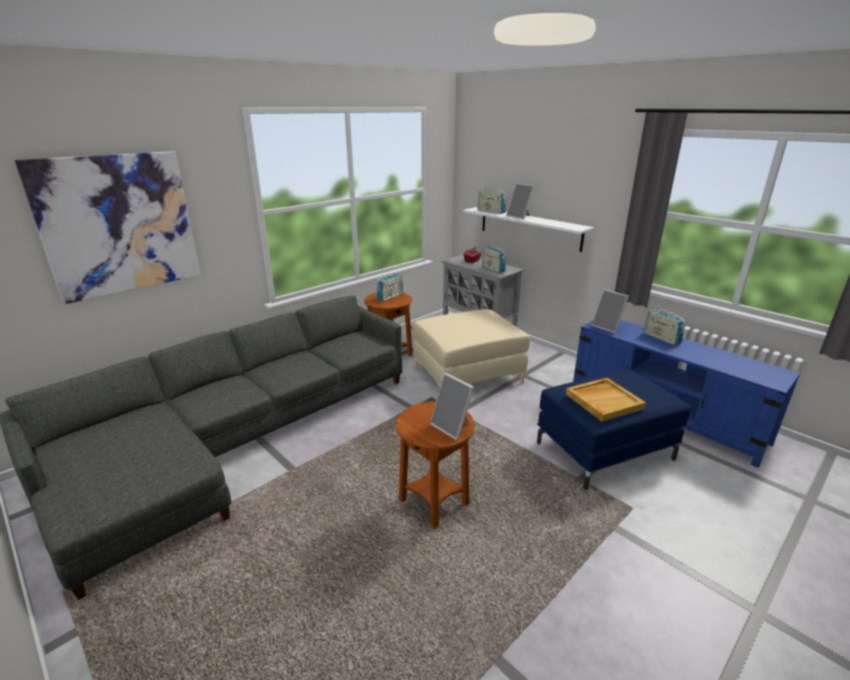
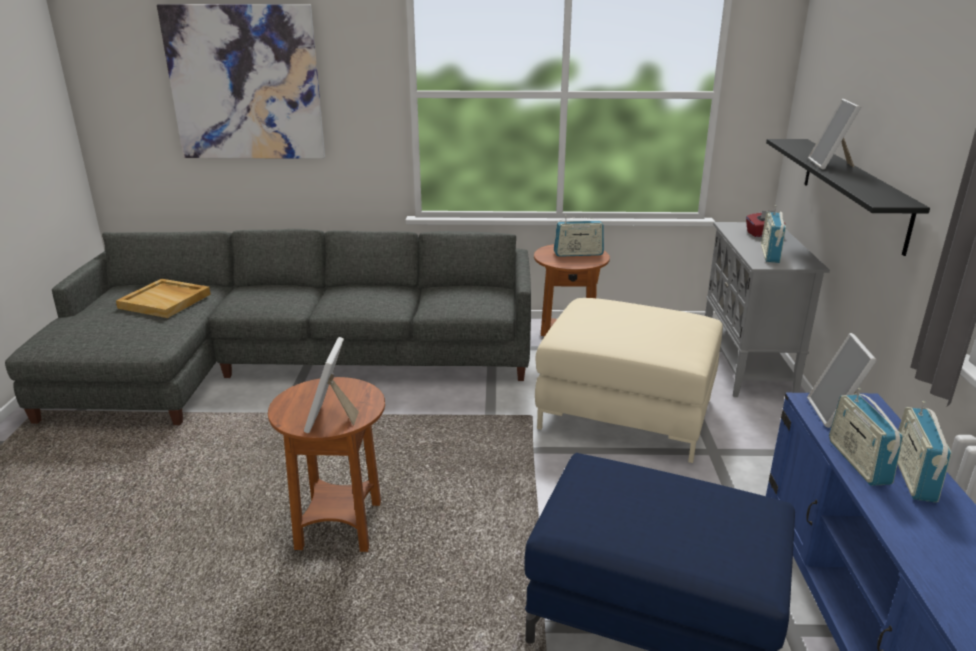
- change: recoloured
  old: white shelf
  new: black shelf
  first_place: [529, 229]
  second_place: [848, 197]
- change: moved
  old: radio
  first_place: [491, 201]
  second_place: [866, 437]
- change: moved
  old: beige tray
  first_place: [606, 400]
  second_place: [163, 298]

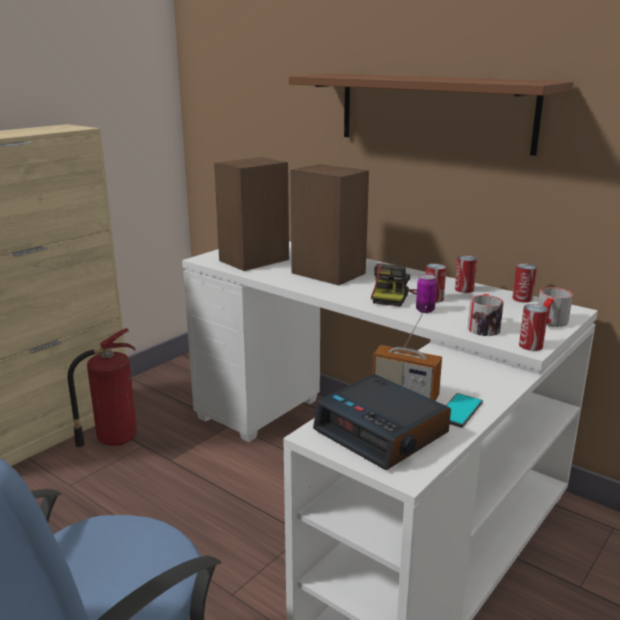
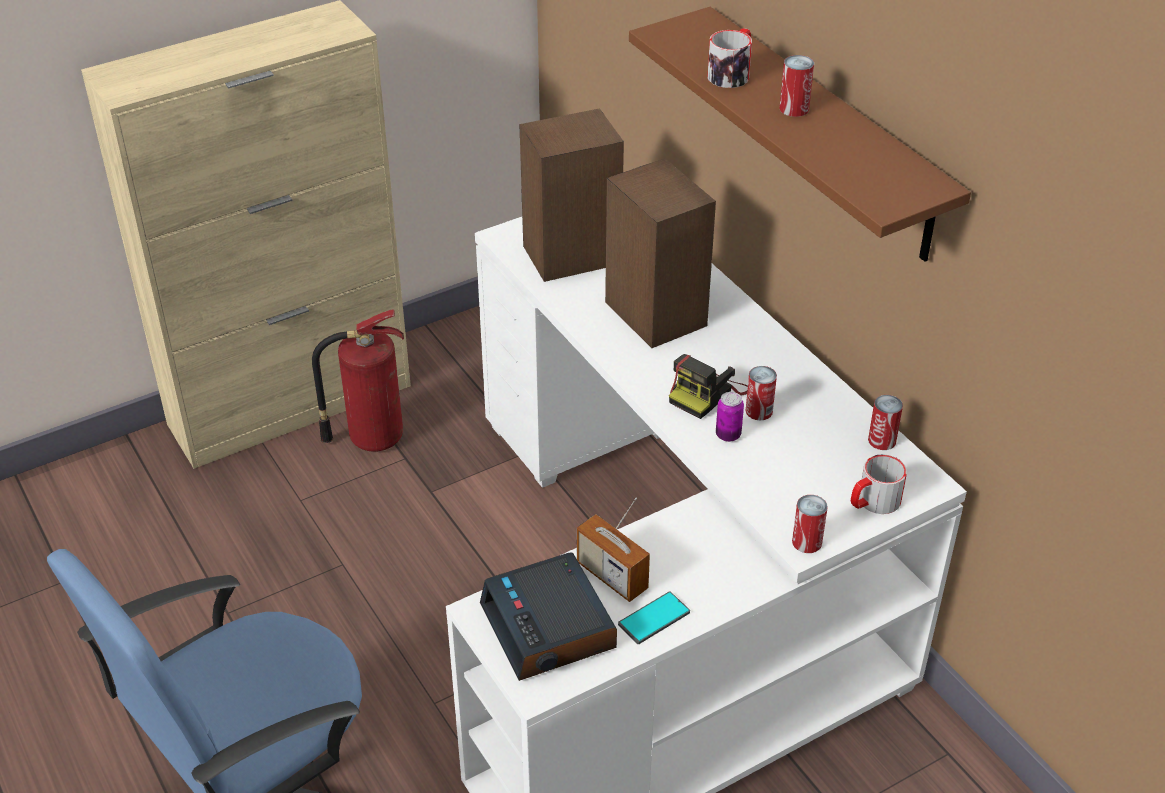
- change: moved
  old: can
  first_place: [466, 274]
  second_place: [796, 86]
- change: moved
  old: mug
  first_place: [486, 315]
  second_place: [729, 58]

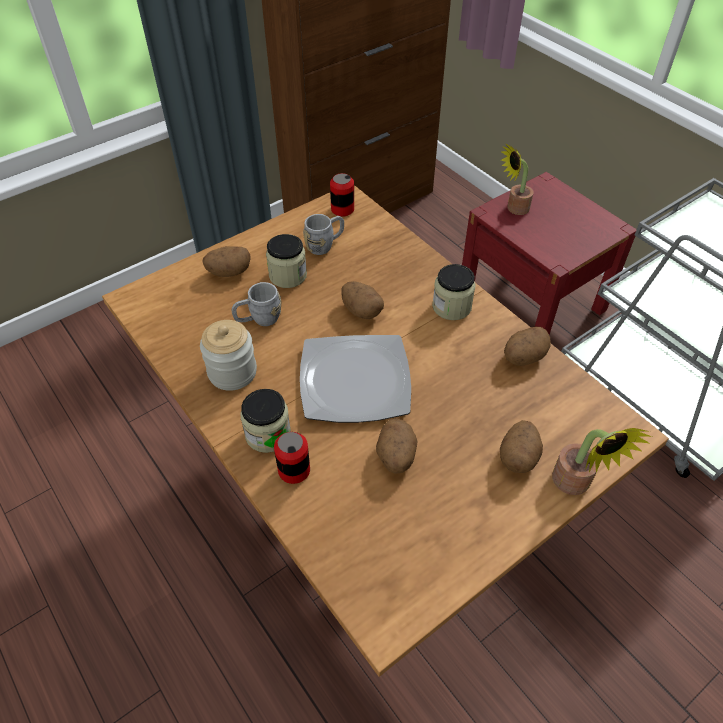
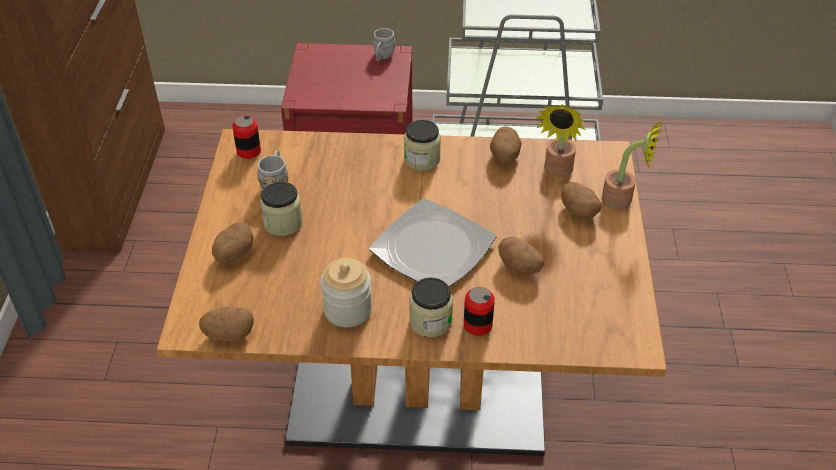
- change: moved
  old: grey mug
  first_place: [256, 304]
  second_place: [384, 44]
- change: moved
  old: potato
  first_place: [362, 300]
  second_place: [226, 324]
- change: moved
  old: potted plant
  first_place: [517, 179]
  second_place: [560, 140]

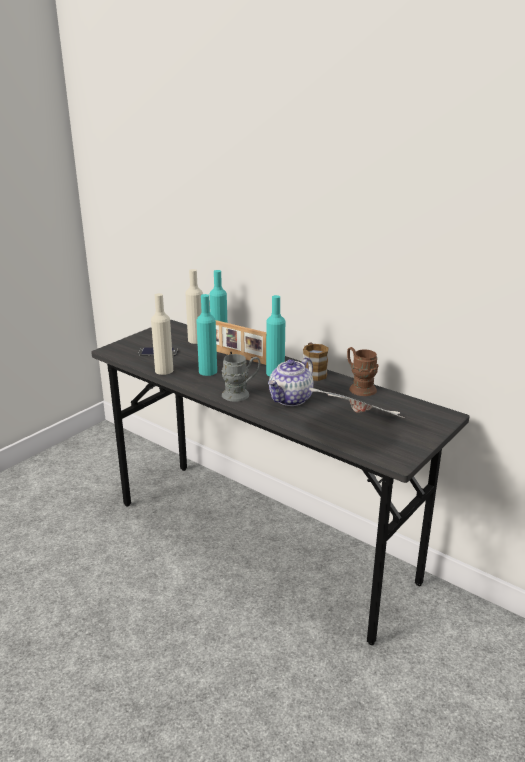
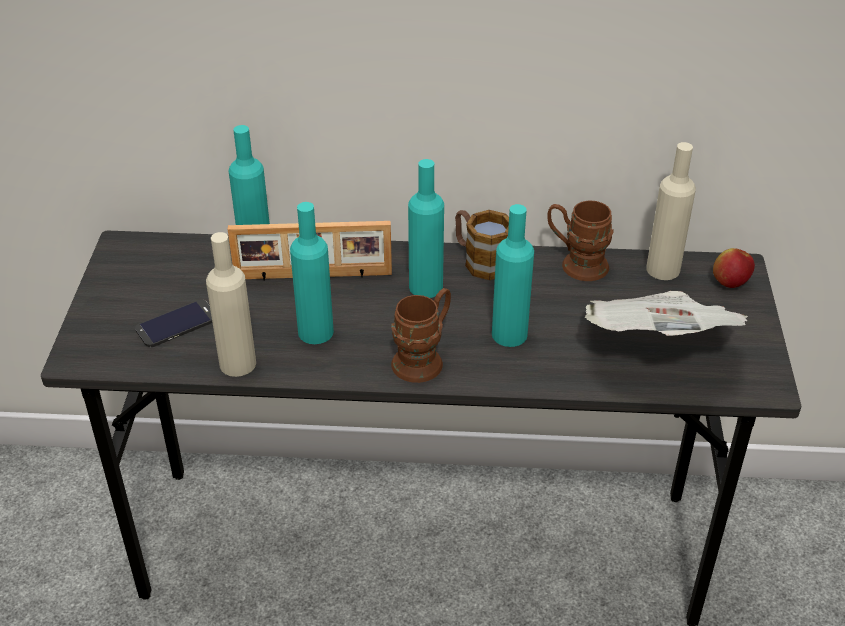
- change: moved
  old: beige bottle
  first_place: [194, 306]
  second_place: [671, 211]
- change: recoloured
  old: grey mug
  new: brown mug
  first_place: [240, 378]
  second_place: [421, 335]
- change: replaced
  old: teapot
  new: turquoise bottle
  first_place: [291, 381]
  second_place: [513, 275]
- change: added
  new: apple
  second_place: [734, 268]

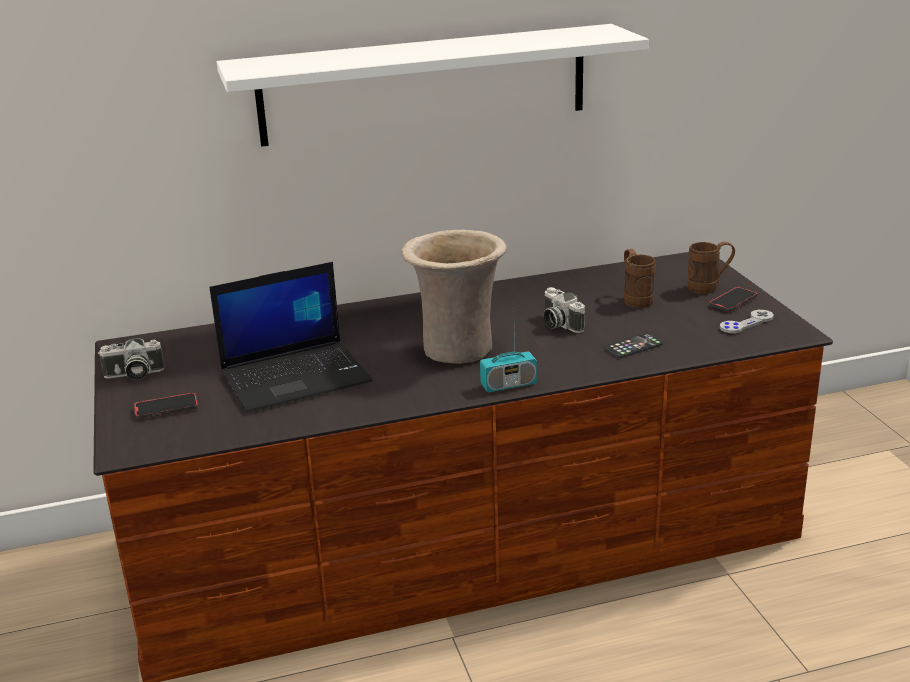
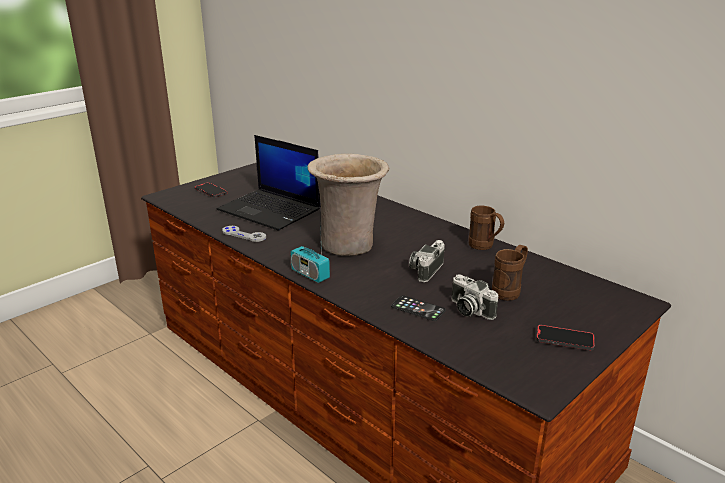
- change: moved
  old: photo camera
  first_place: [131, 359]
  second_place: [474, 297]
- change: removed
  old: white shelf
  first_place: [433, 85]
- change: moved
  old: brown mug
  first_place: [711, 268]
  second_place: [486, 228]
- change: moved
  old: grey game controller
  first_place: [747, 321]
  second_place: [244, 234]

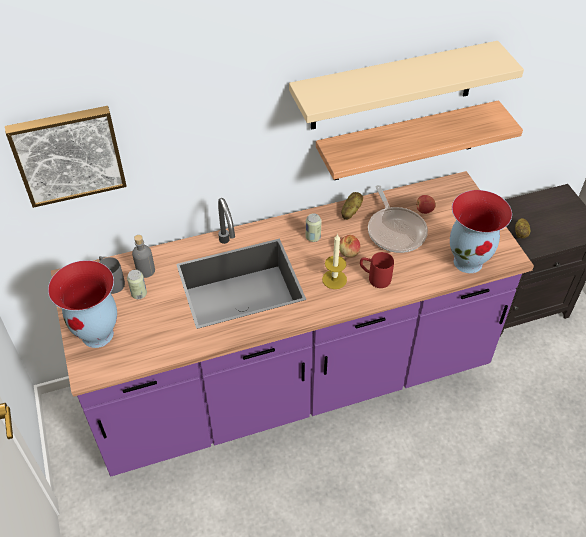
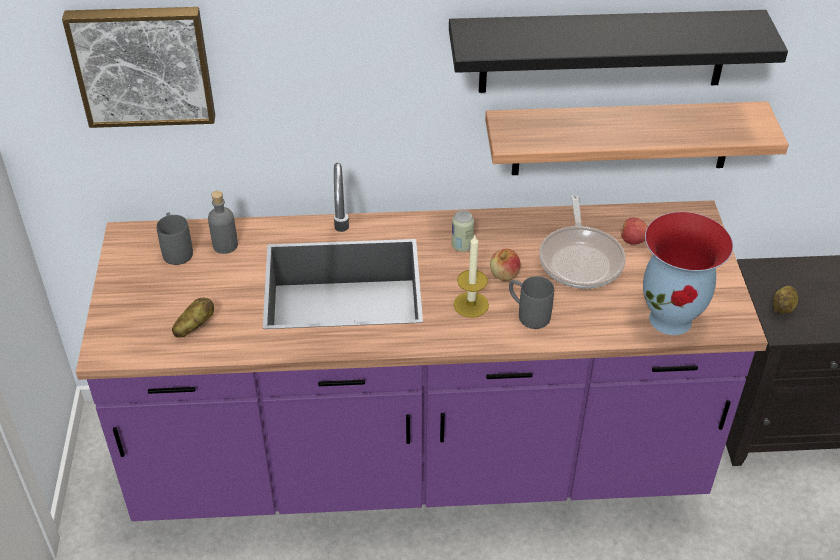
- change: removed
  old: vase
  first_place: [82, 304]
- change: removed
  old: can
  first_place: [137, 284]
- change: recoloured
  old: beige shelf
  new: black shelf
  first_place: [406, 85]
  second_place: [618, 51]
- change: moved
  old: potato
  first_place: [352, 206]
  second_place: [193, 318]
- change: recoloured
  old: red mug
  new: grey mug
  first_place: [377, 270]
  second_place: [531, 302]

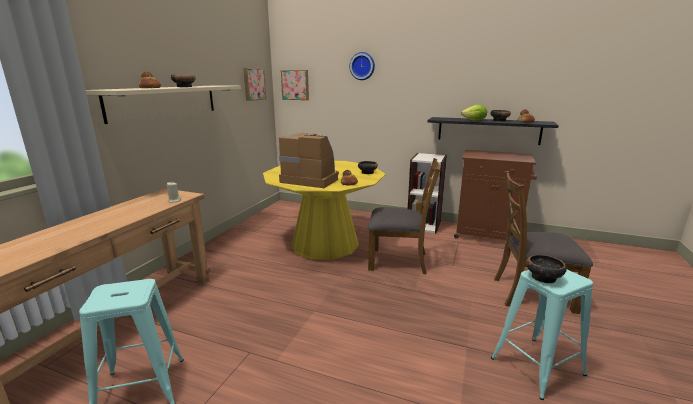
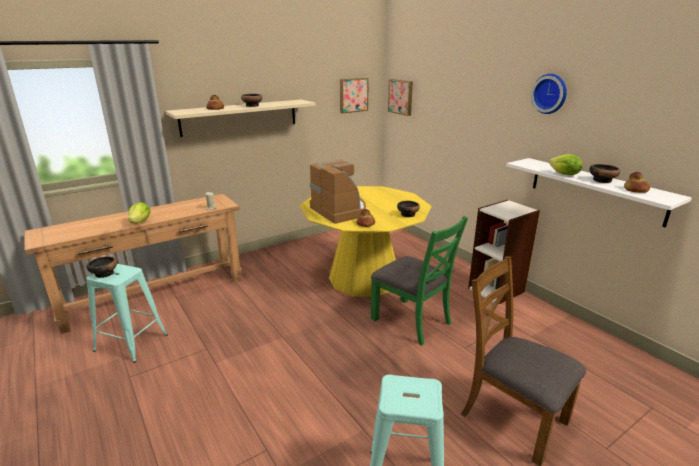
- change: moved
  old: wall clock
  first_place: [362, 66]
  second_place: [549, 94]
- change: recoloured
  old: brown chair
  new: green chair
  first_place: [404, 216]
  second_place: [419, 280]
- change: recoloured
  old: black shelf
  new: white shelf
  first_place: [493, 131]
  second_place: [599, 193]
- change: removed
  old: brown cabinet
  first_place: [495, 195]
- change: moved
  old: bowl
  first_place: [546, 269]
  second_place: [102, 267]
- change: added
  new: lettuce
  second_place: [139, 213]

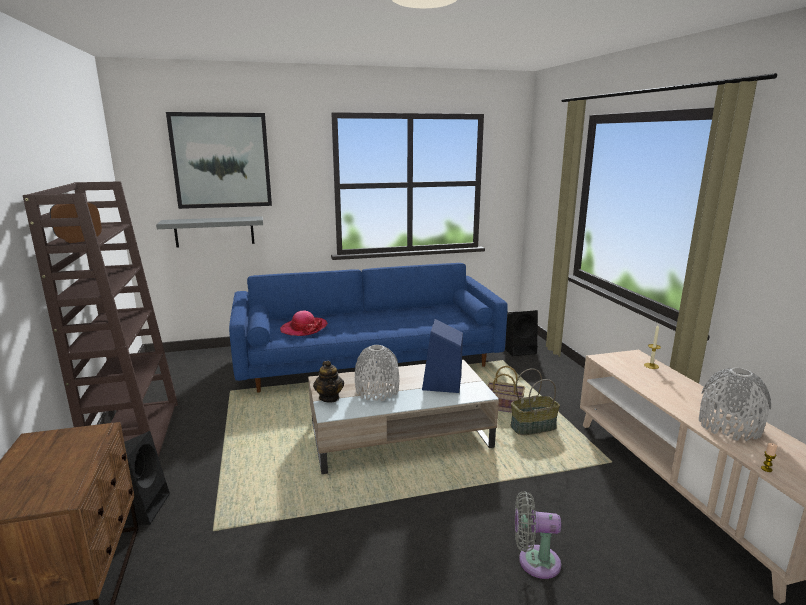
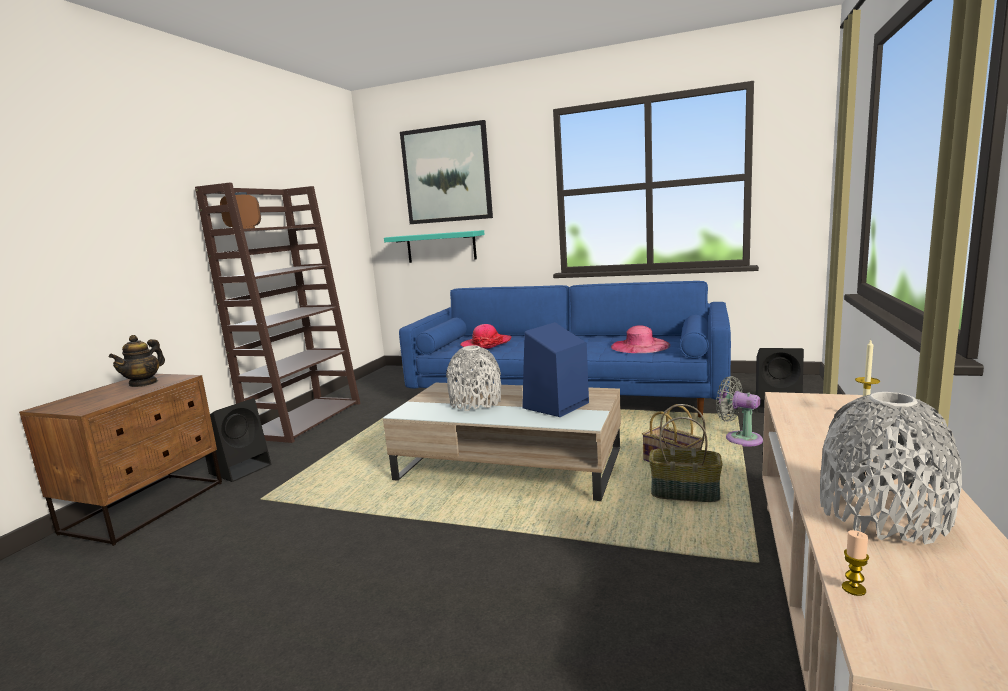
- change: recoloured
  old: grey shelf
  new: turquoise shelf
  first_place: [209, 232]
  second_place: [434, 246]
- change: moved
  old: teapot
  first_place: [328, 381]
  second_place: [137, 361]
- change: moved
  old: grey fan
  first_place: [538, 535]
  second_place: [739, 411]
- change: added
  new: pink hat
  second_place: [640, 339]

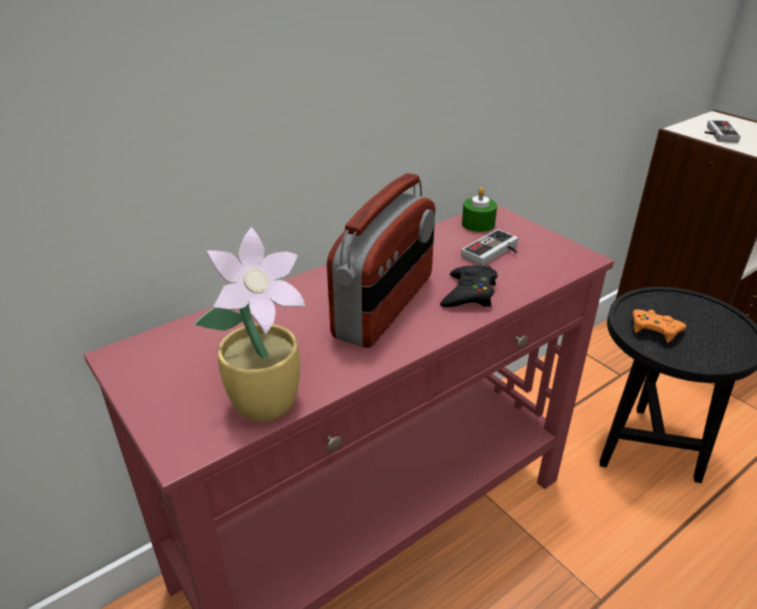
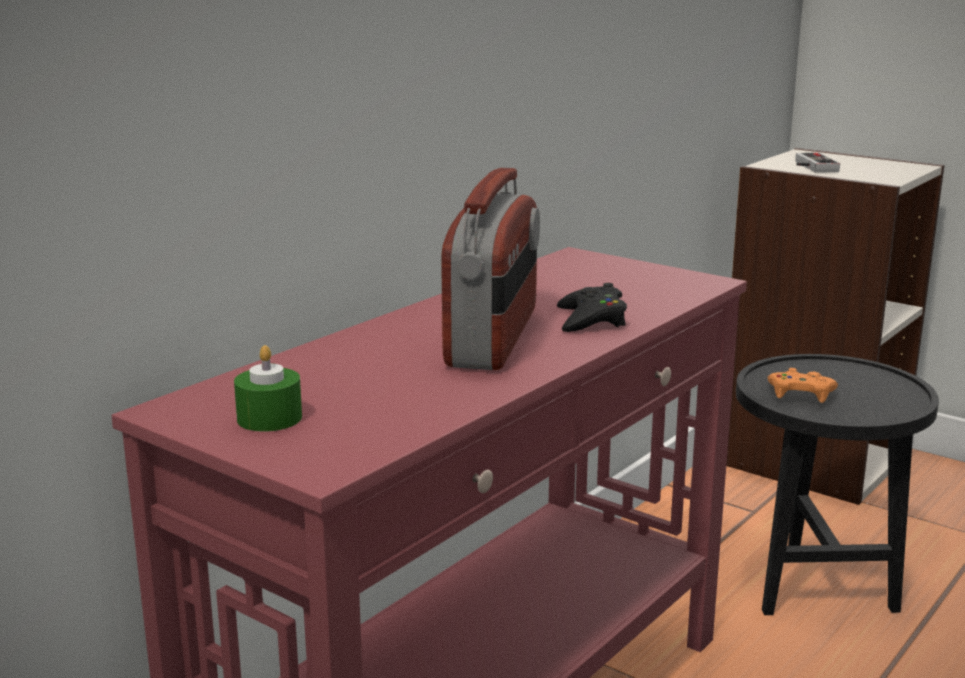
- change: removed
  old: potted plant
  first_place: [250, 324]
- change: removed
  old: game controller
  first_place: [489, 247]
- change: moved
  old: green candle
  first_place: [479, 209]
  second_place: [268, 388]

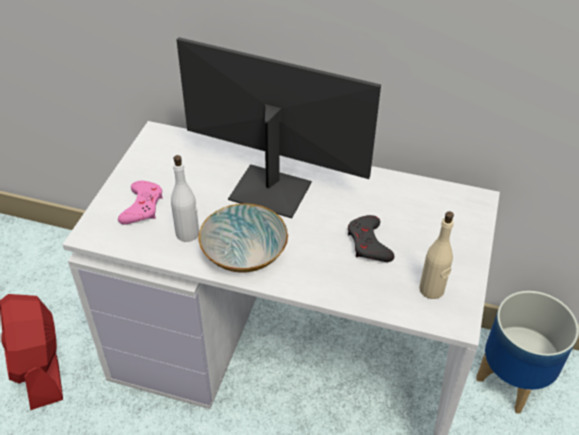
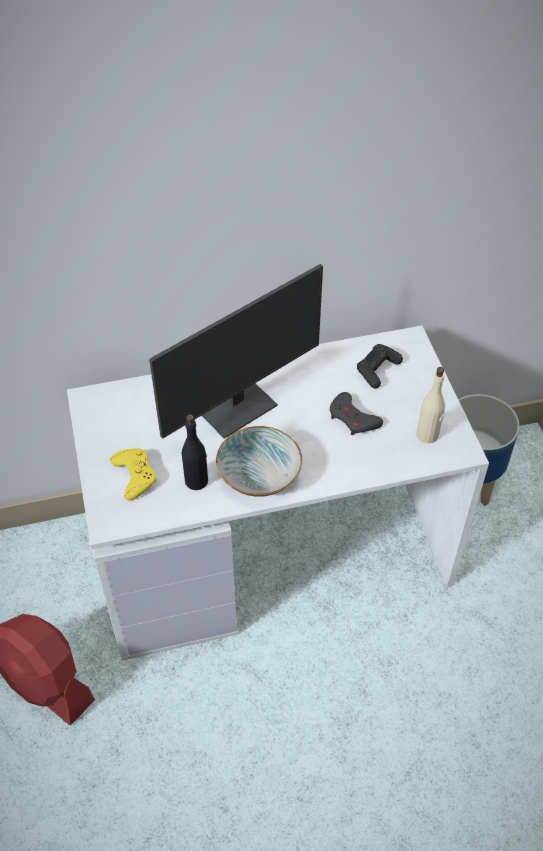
- change: recoloured
  old: pink game controller
  new: yellow game controller
  first_place: [140, 203]
  second_place: [133, 474]
- change: recoloured
  old: white bottle
  new: black bottle
  first_place: [185, 198]
  second_place: [195, 452]
- change: turned
  old: monitor
  first_place: [278, 127]
  second_place: [236, 351]
  degrees: 150
- change: added
  new: black game controller
  second_place: [380, 366]

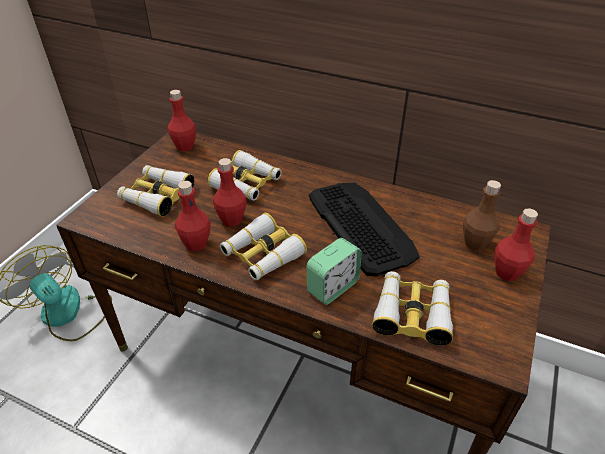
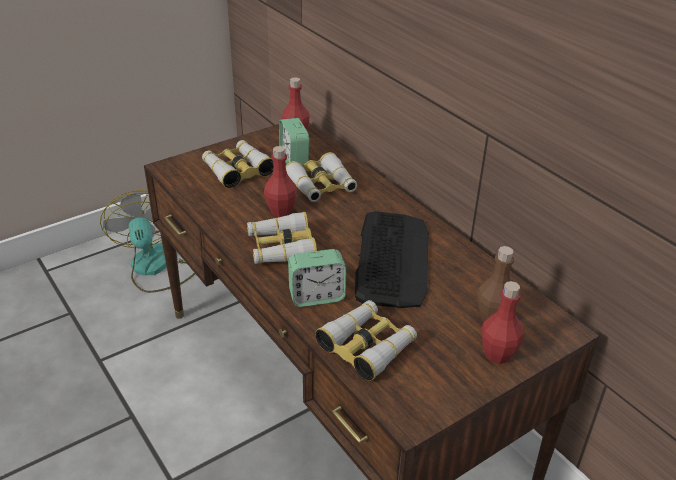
- change: removed
  old: red bottle
  first_place: [193, 216]
- change: added
  new: alarm clock
  second_place: [294, 141]

